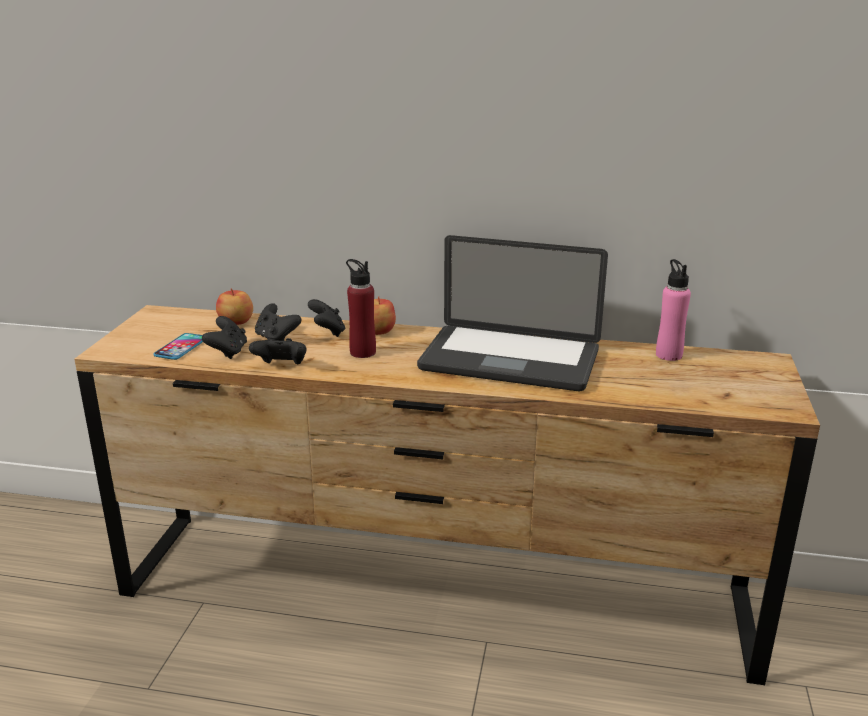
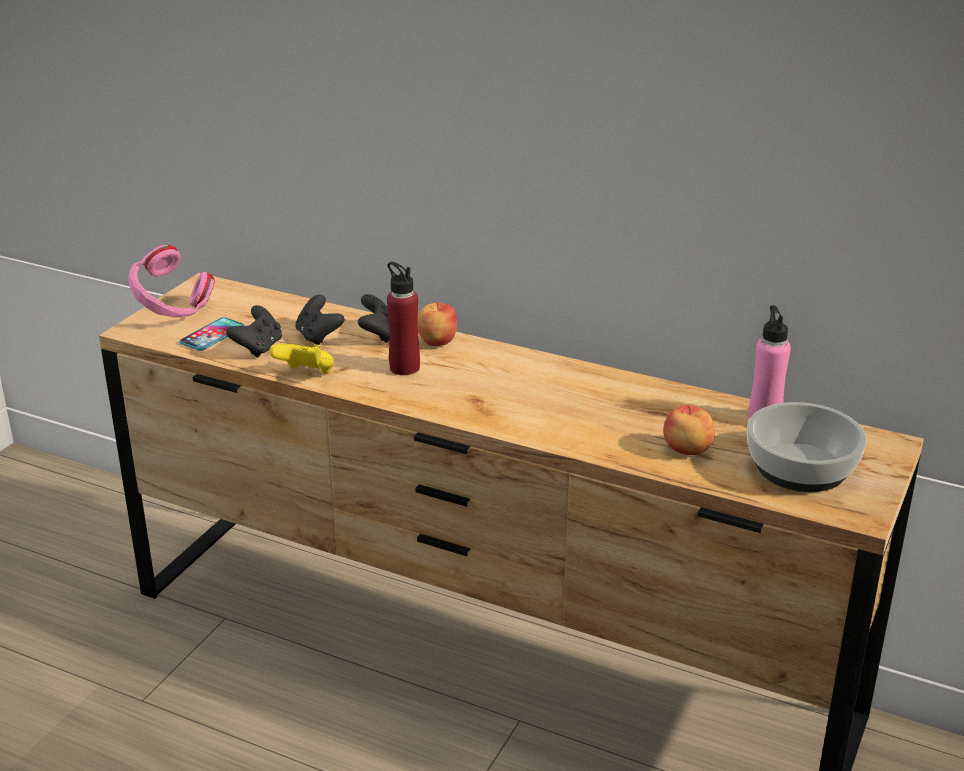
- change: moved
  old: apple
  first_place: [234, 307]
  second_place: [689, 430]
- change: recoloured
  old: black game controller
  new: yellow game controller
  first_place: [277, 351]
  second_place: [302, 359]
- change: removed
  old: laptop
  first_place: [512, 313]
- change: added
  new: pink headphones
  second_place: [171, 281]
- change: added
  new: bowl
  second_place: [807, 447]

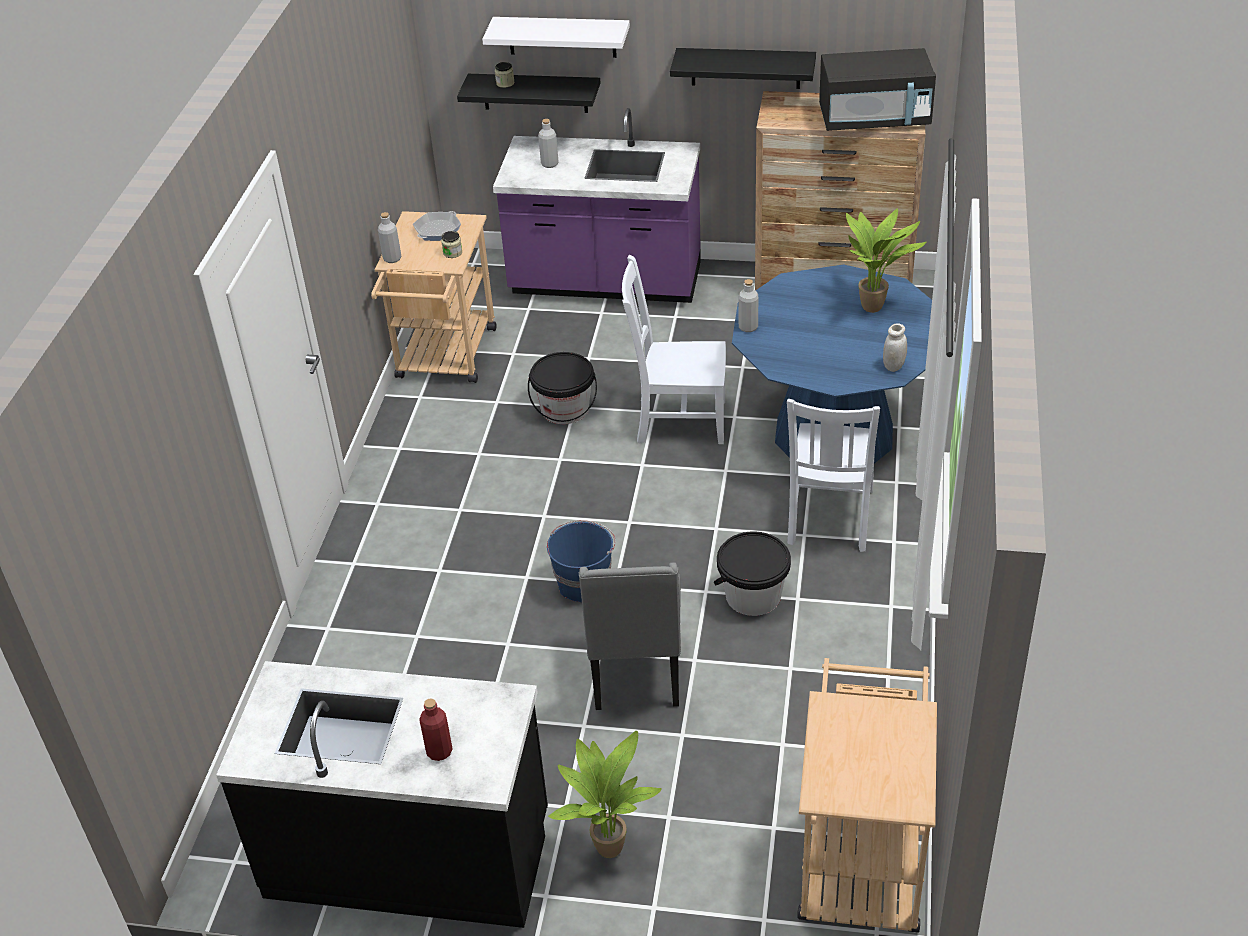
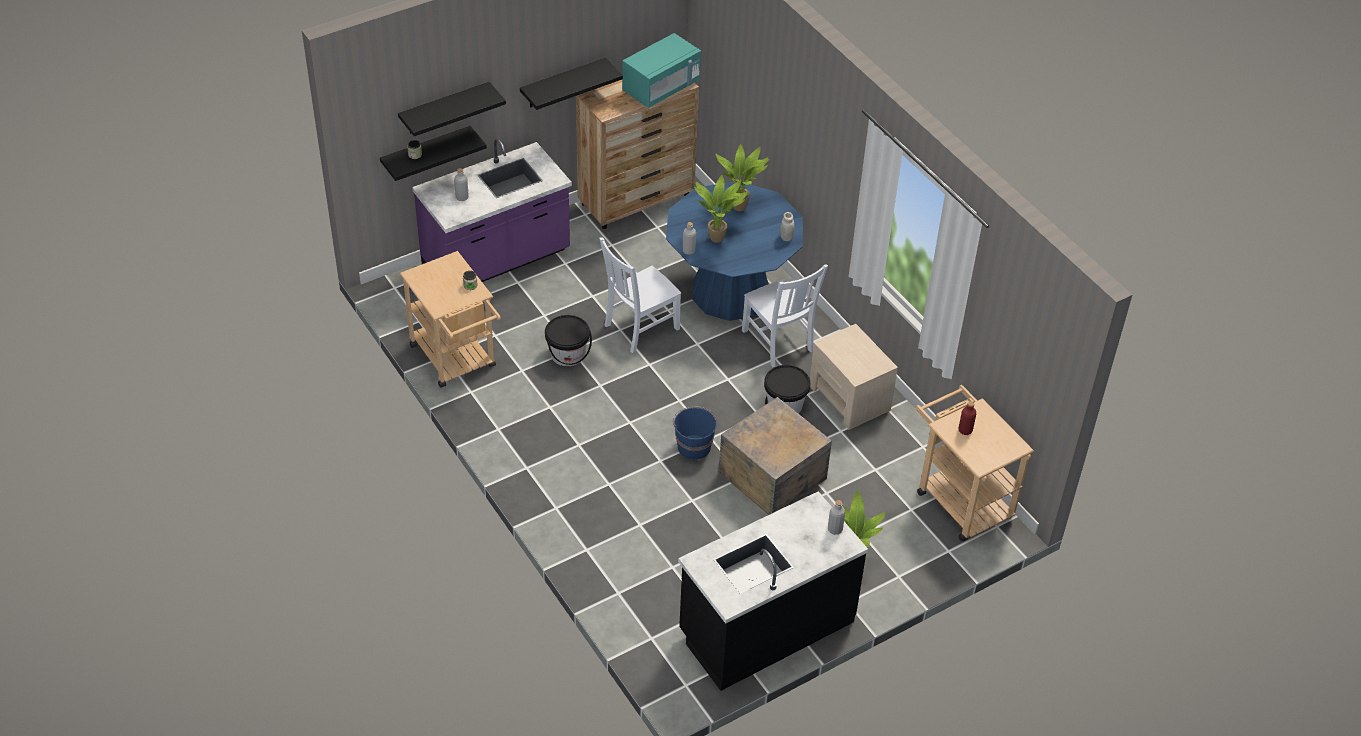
- change: moved
  old: grey bottle
  first_place: [389, 237]
  second_place: [836, 517]
- change: removed
  old: frying pan
  first_place: [437, 226]
- change: moved
  old: red bottle
  first_place: [436, 729]
  second_place: [967, 418]
- change: recoloured
  old: white shelf
  new: black shelf
  first_place: [556, 37]
  second_place: [452, 109]
- change: replaced
  old: grey chair
  new: crate
  first_place: [630, 636]
  second_place: [775, 456]
- change: recoloured
  old: black microwave
  new: turquoise microwave
  first_place: [877, 89]
  second_place: [661, 70]
- change: added
  new: potted plant
  second_place: [721, 209]
- change: added
  new: beige nightstand
  second_place: [854, 377]

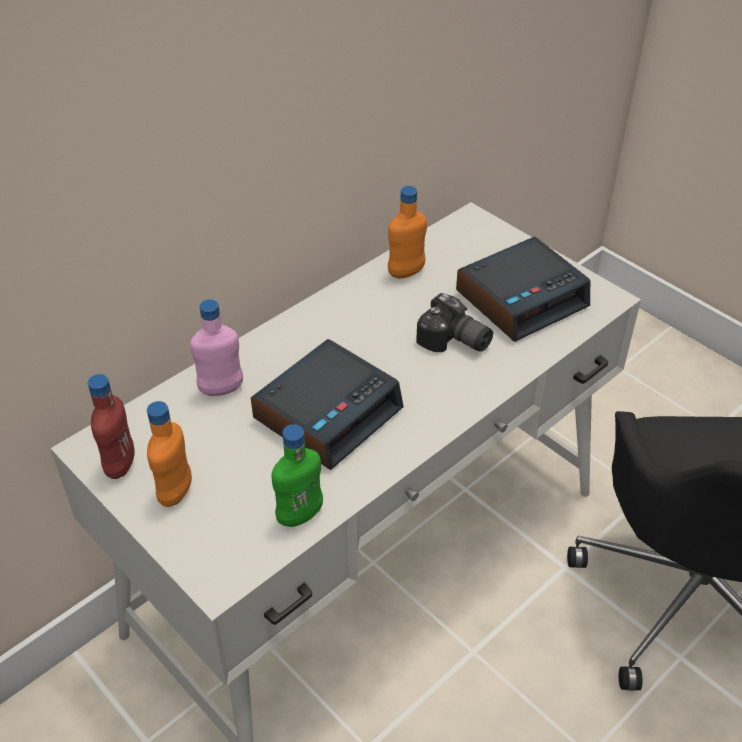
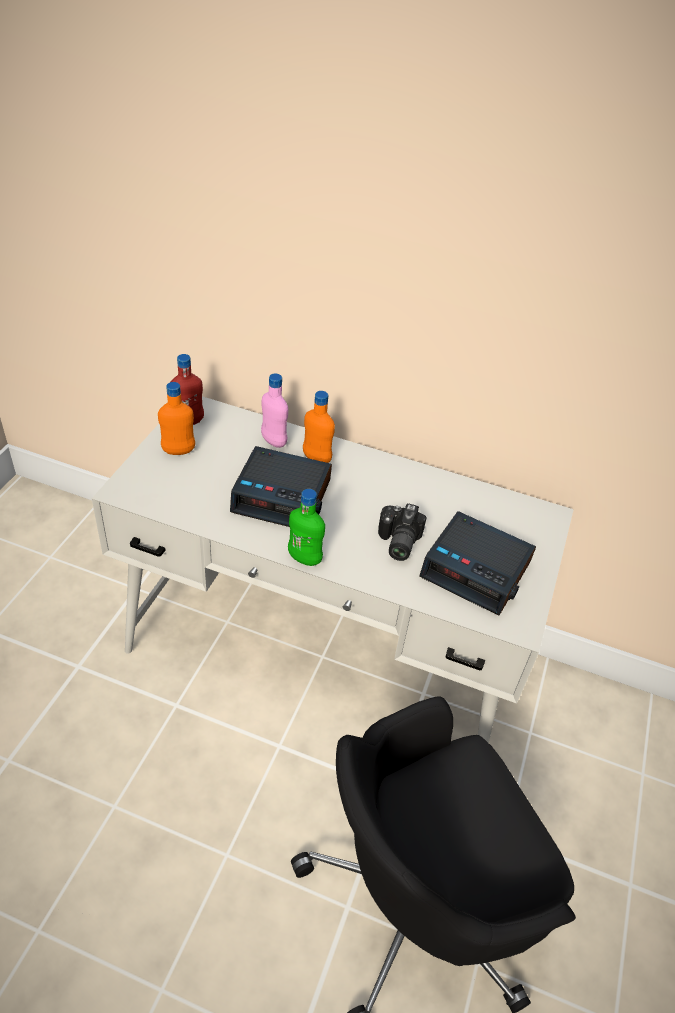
- change: moved
  old: green bottle
  first_place: [297, 475]
  second_place: [306, 527]
- change: moved
  old: orange bottle
  first_place: [407, 232]
  second_place: [319, 427]

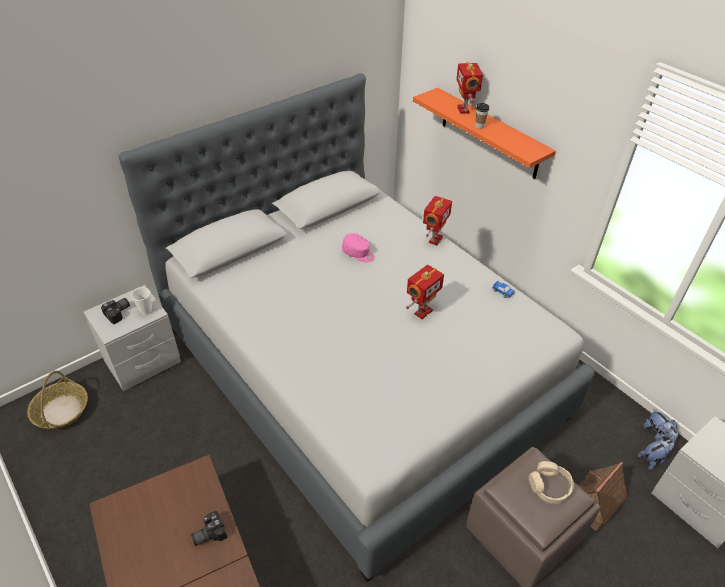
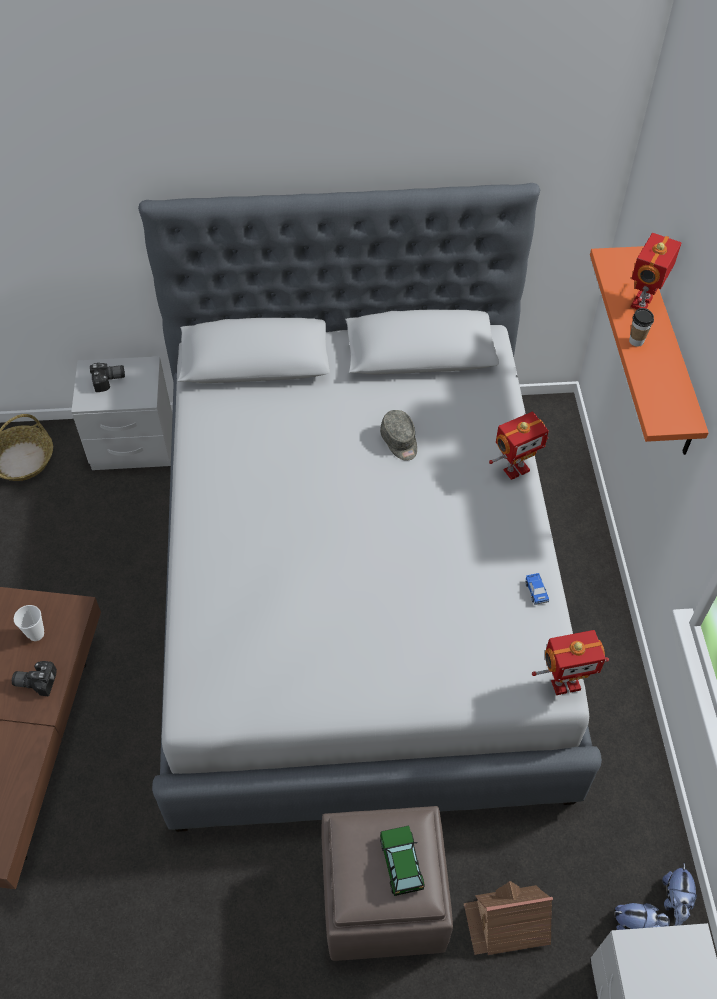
- change: moved
  old: cup
  first_place: [141, 301]
  second_place: [29, 623]
- change: recoloured
  old: pink cap
  new: grey cap
  first_place: [358, 247]
  second_place: [398, 435]
- change: moved
  old: toy robot
  first_place: [425, 292]
  second_place: [570, 662]
- change: replaced
  old: beige headphones
  new: toy car
  first_place: [551, 482]
  second_place: [402, 860]

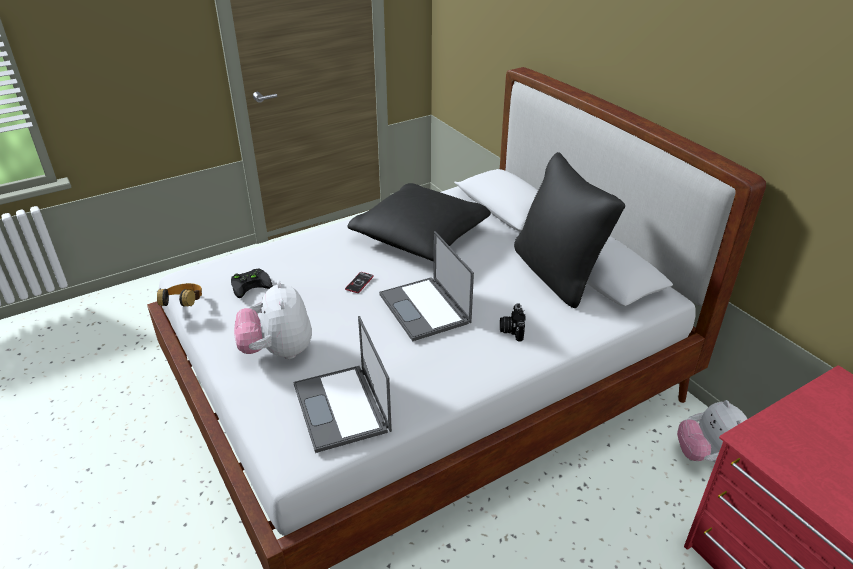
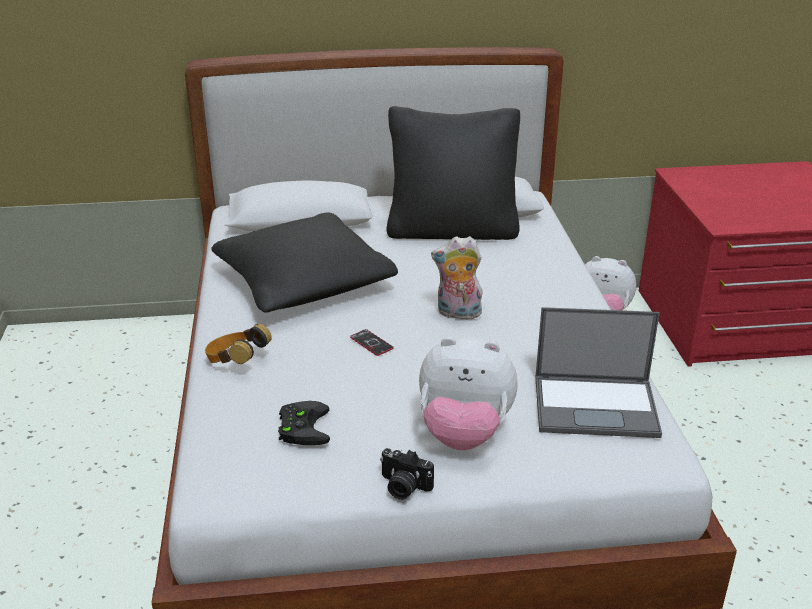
- change: moved
  old: headphones
  first_place: [179, 295]
  second_place: [238, 344]
- change: replaced
  old: laptop
  new: plush toy
  first_place: [426, 286]
  second_place: [456, 278]
- change: moved
  old: photo camera
  first_place: [513, 322]
  second_place: [407, 474]

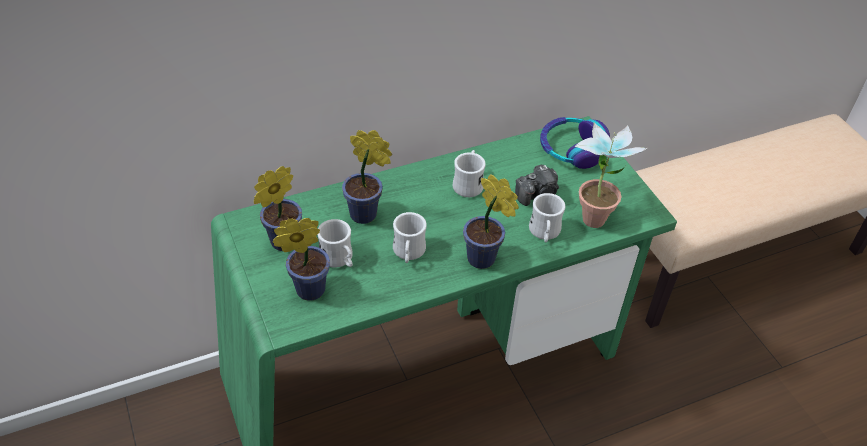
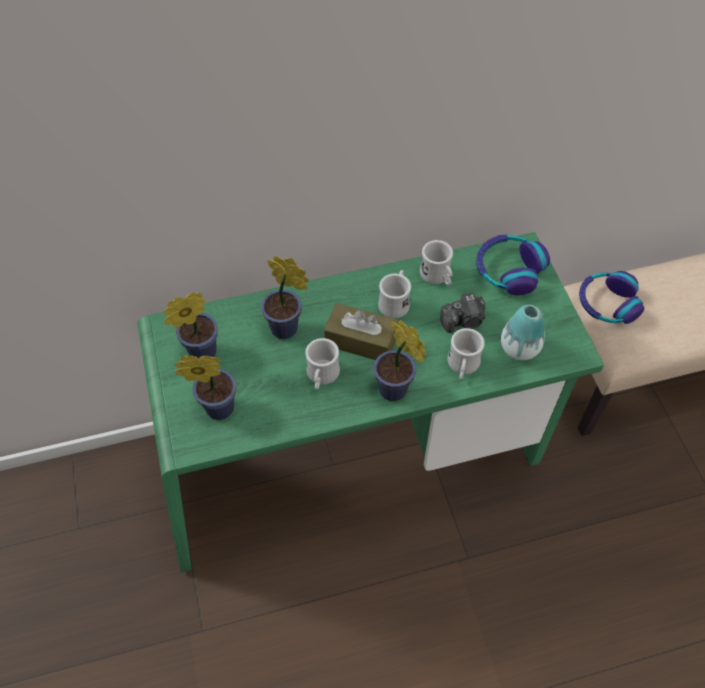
- change: moved
  old: white mug
  first_place: [335, 243]
  second_place: [436, 262]
- change: replaced
  old: potted plant
  new: vase
  first_place: [611, 175]
  second_place: [523, 332]
- change: added
  new: brown tissue box
  second_place: [361, 331]
- change: added
  new: headphones
  second_place: [611, 297]

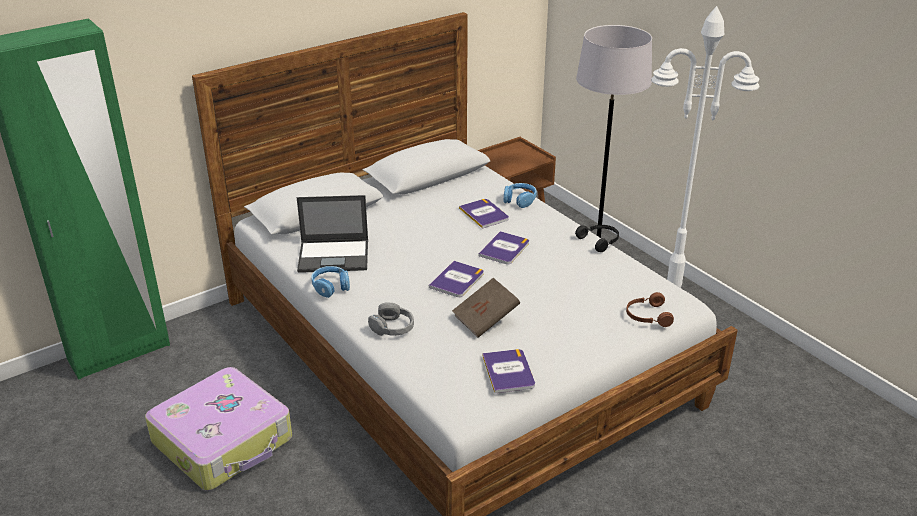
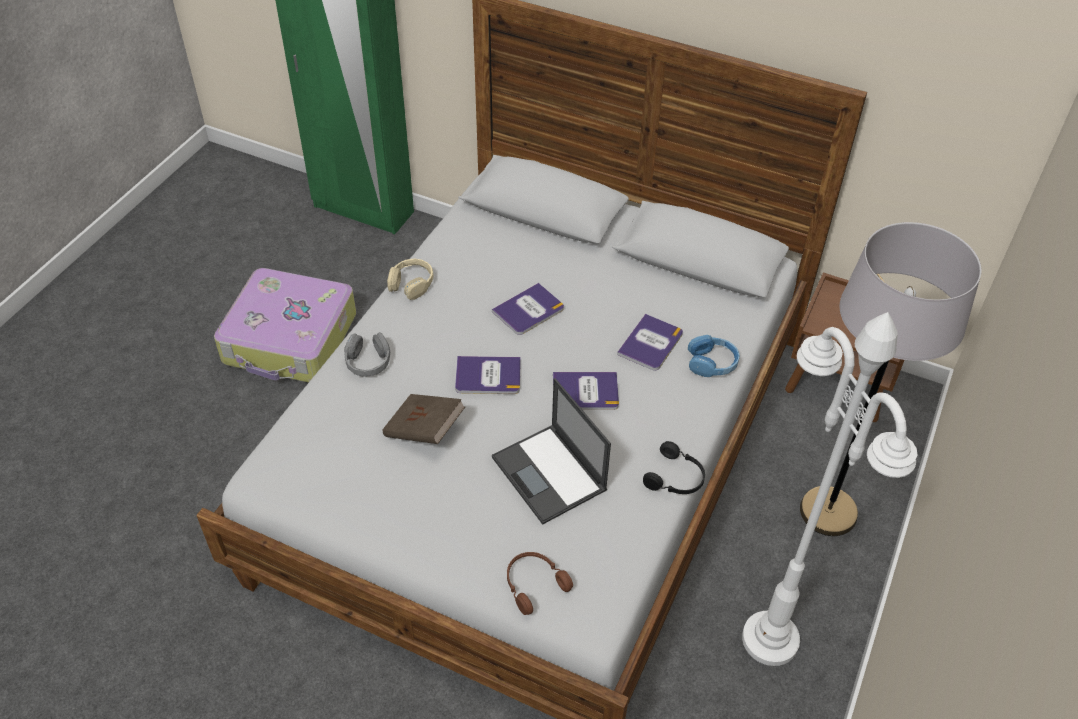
- change: moved
  old: laptop
  first_place: [332, 234]
  second_place: [551, 451]
- change: recoloured
  old: blue headphones
  new: beige headphones
  first_place: [330, 282]
  second_place: [410, 279]
- change: moved
  old: book
  first_place: [508, 371]
  second_place: [528, 309]

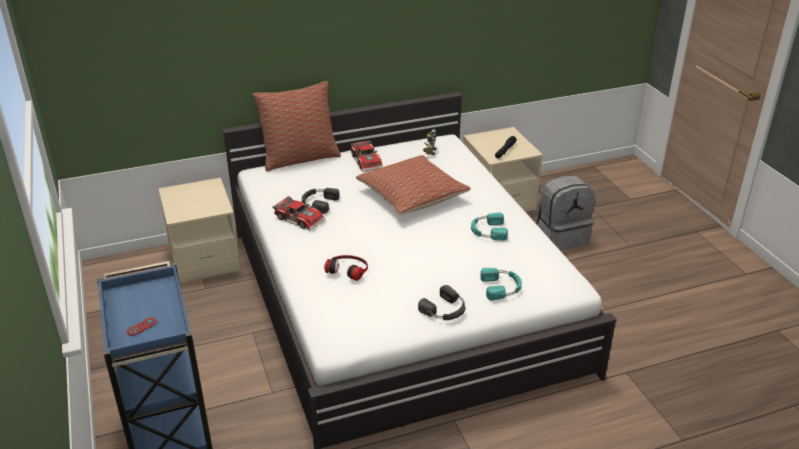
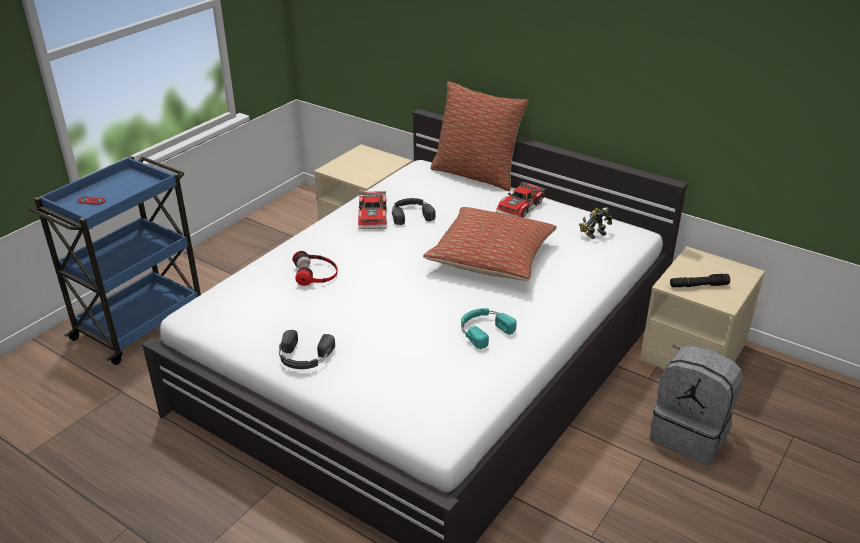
- change: removed
  old: turquoise headphones
  first_place: [501, 284]

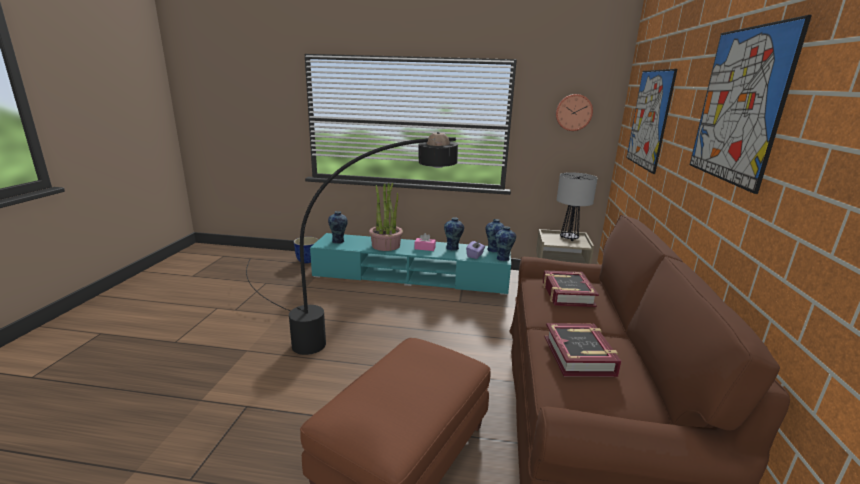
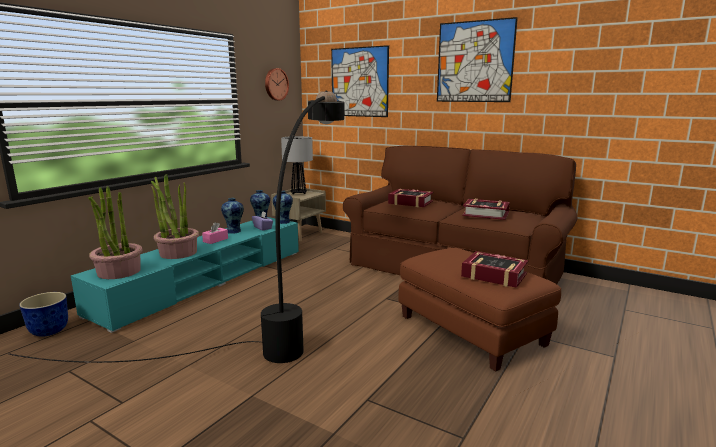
- change: replaced
  old: vase
  new: potted plant
  first_place: [338, 227]
  second_place: [115, 232]
- change: added
  new: book
  second_place: [494, 269]

